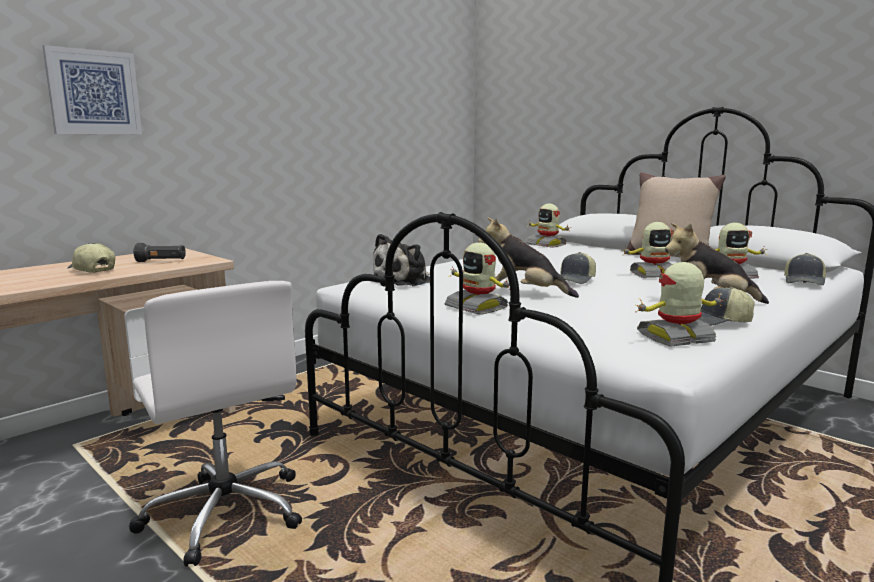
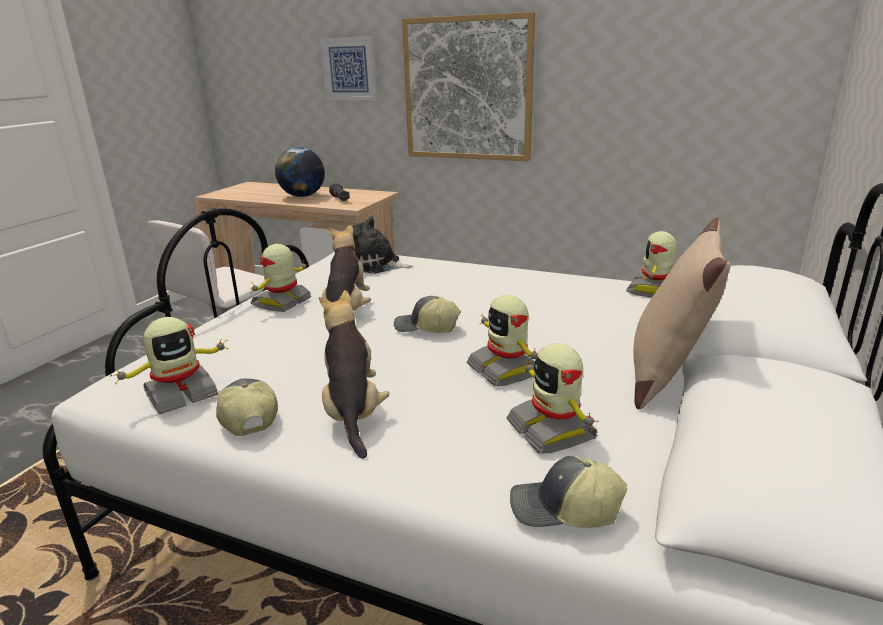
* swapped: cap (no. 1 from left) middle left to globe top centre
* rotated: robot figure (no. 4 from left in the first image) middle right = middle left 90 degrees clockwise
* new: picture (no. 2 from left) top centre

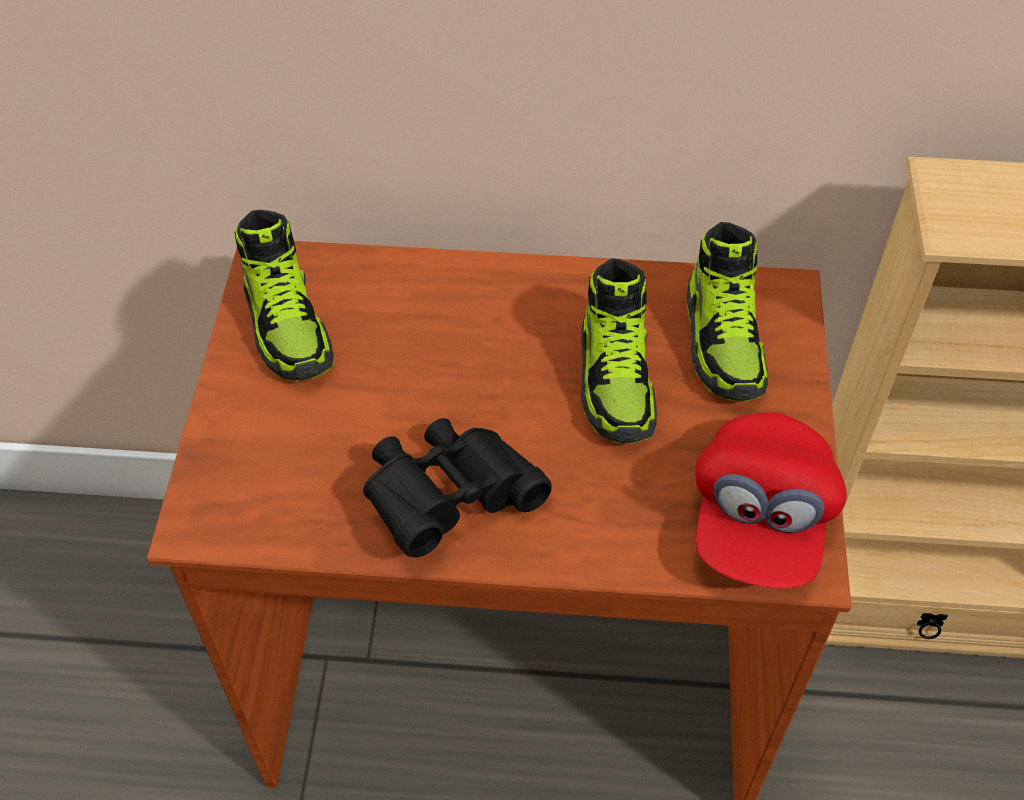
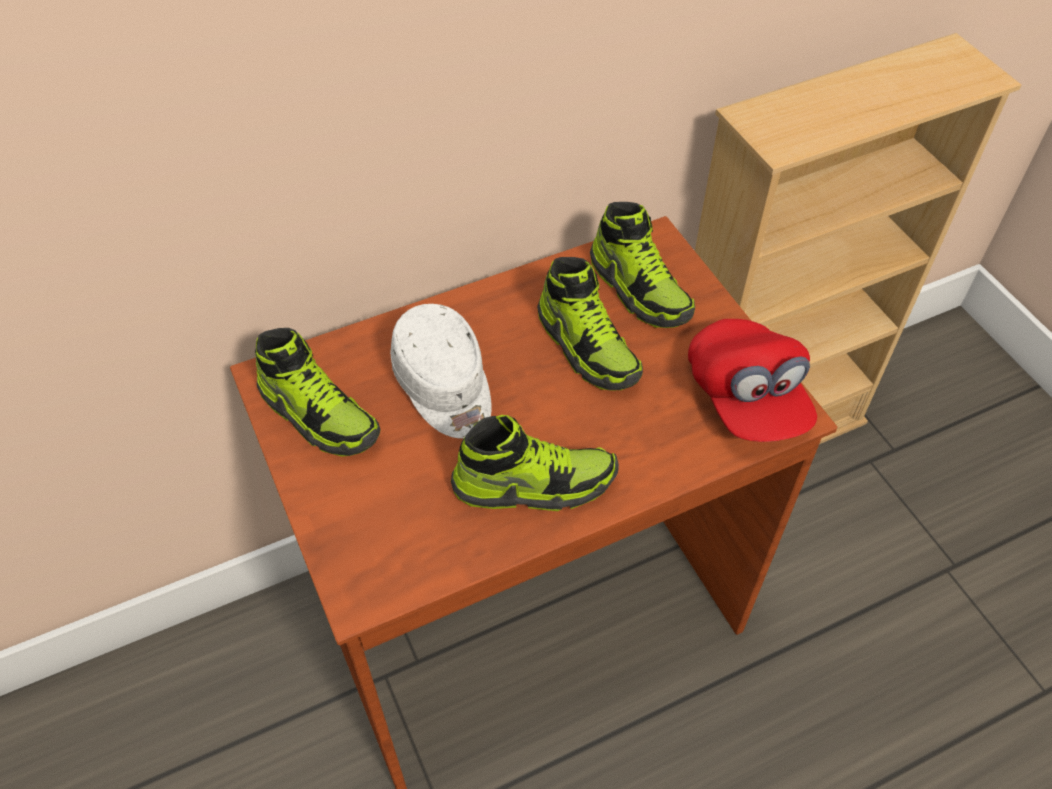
* swapped: black binoculars centre to low shoe (no. 2 from left) centre
* new: whitish cap centre

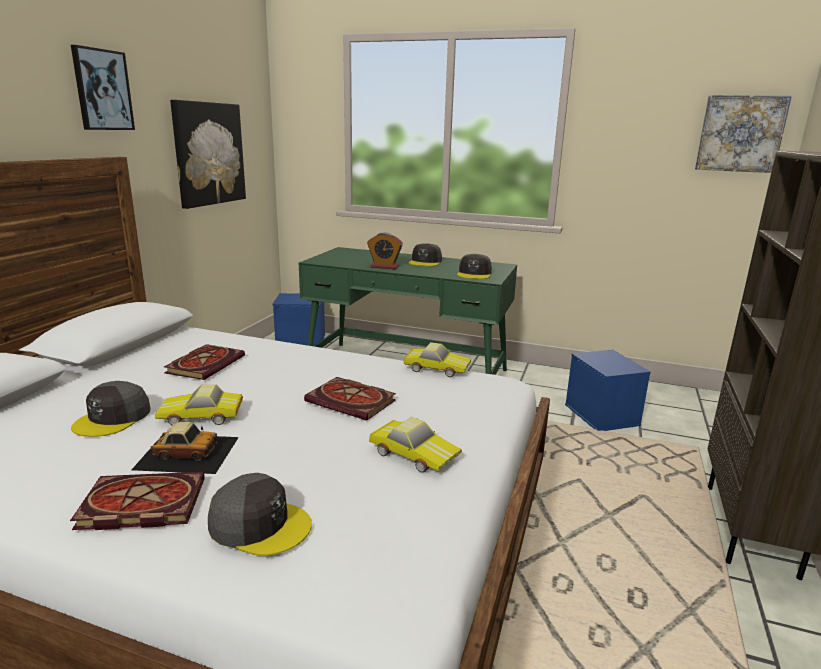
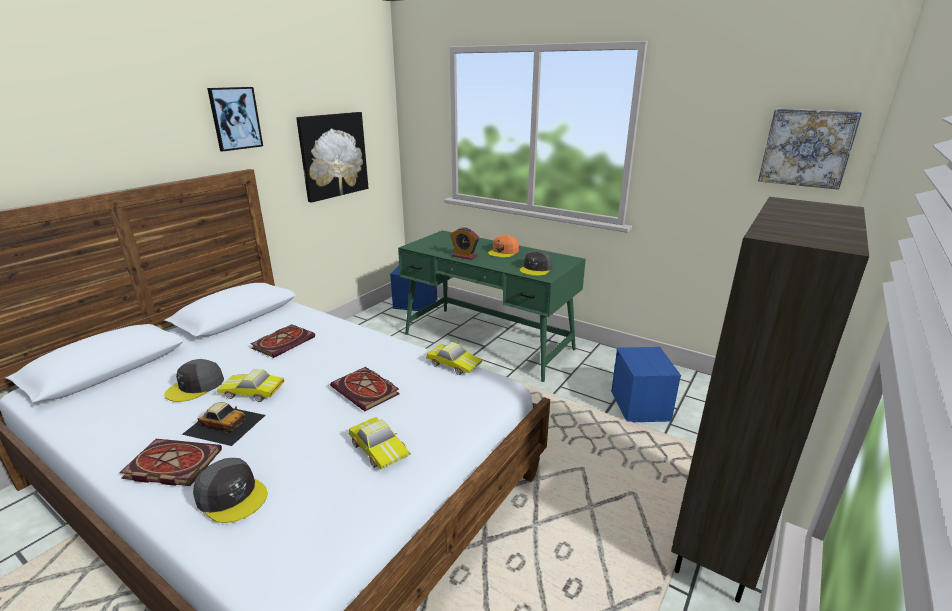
* repainted: grey cap (no. 3 from left) centre to orangey cap centre

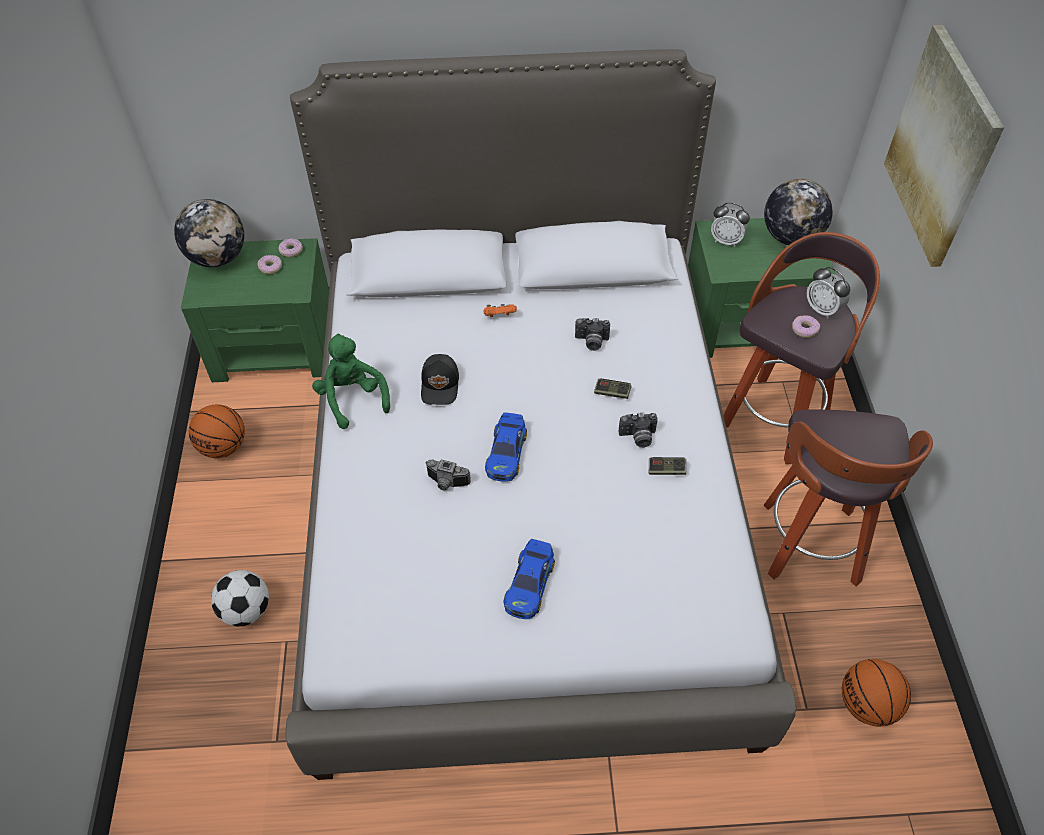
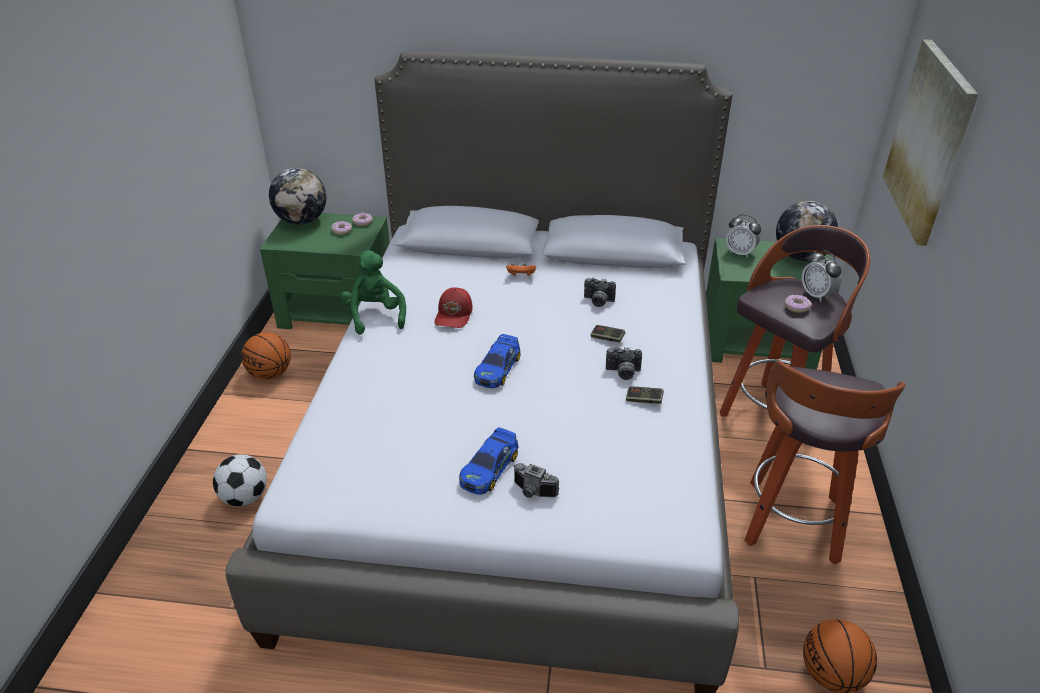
* repainted: black cap centre to red cap centre
* shifted: still camera (no. 1 from left) centre to bottom centre

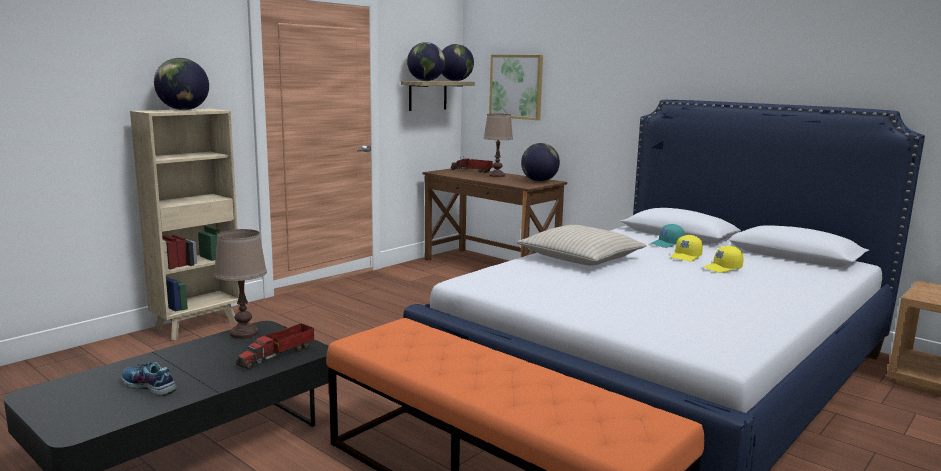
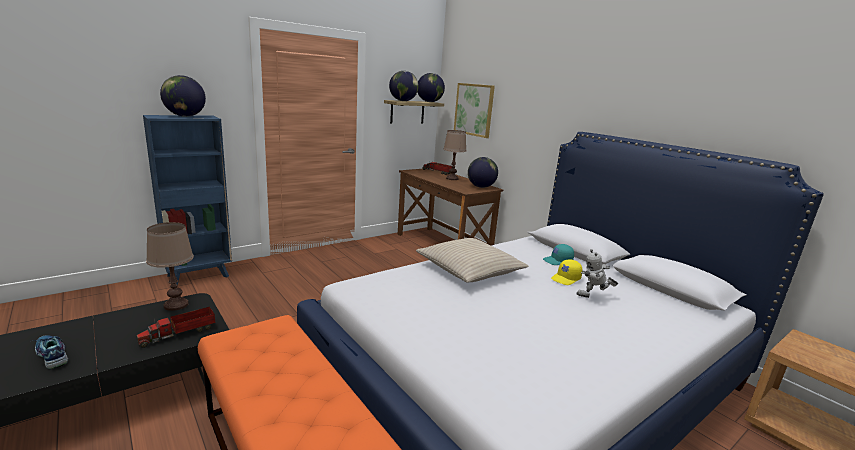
* repainted: beige-coloured bookshelf middle left to blue-coloured bookshelf middle left
* swapped: yellowish cap (no. 2 from left) middle right to robot figure middle right

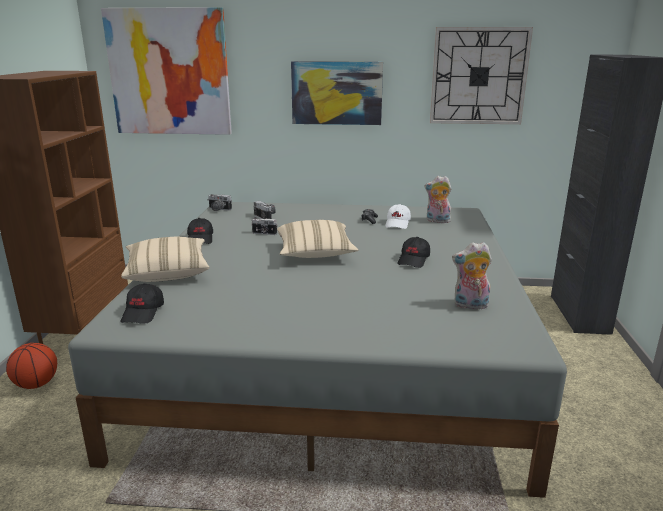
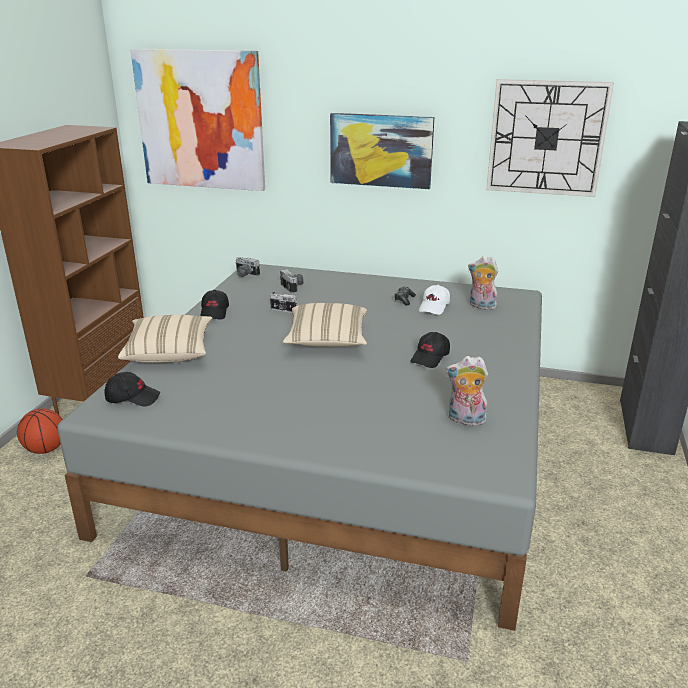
* rotated: black cap (no. 1 from left) middle left = middle left 105 degrees counterclockwise

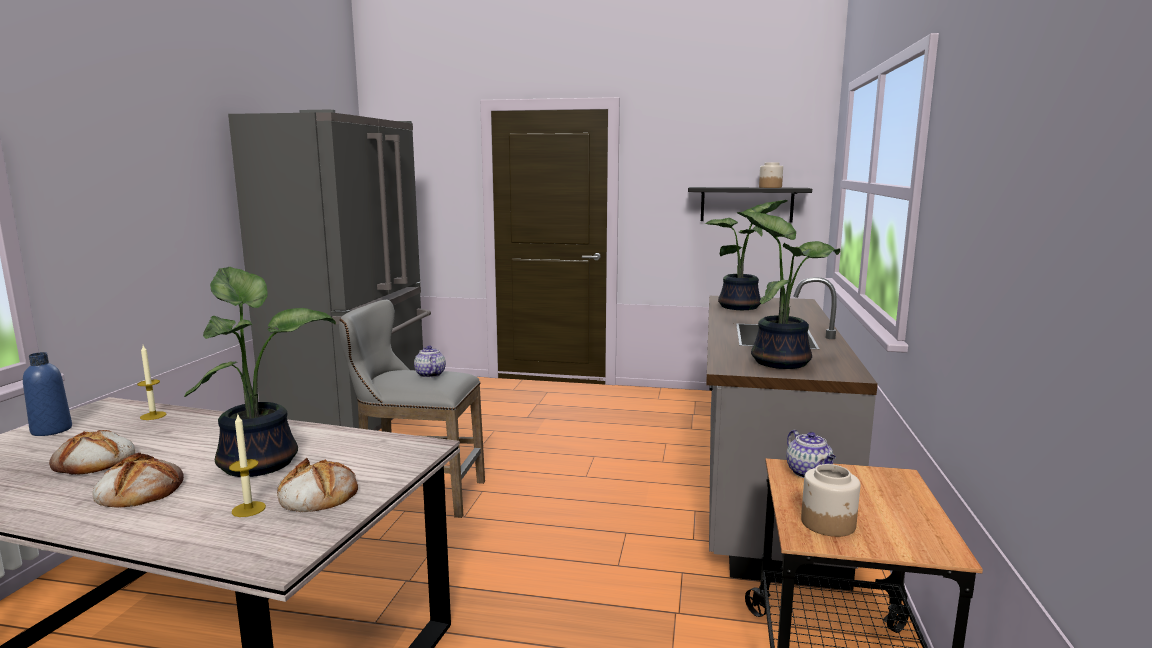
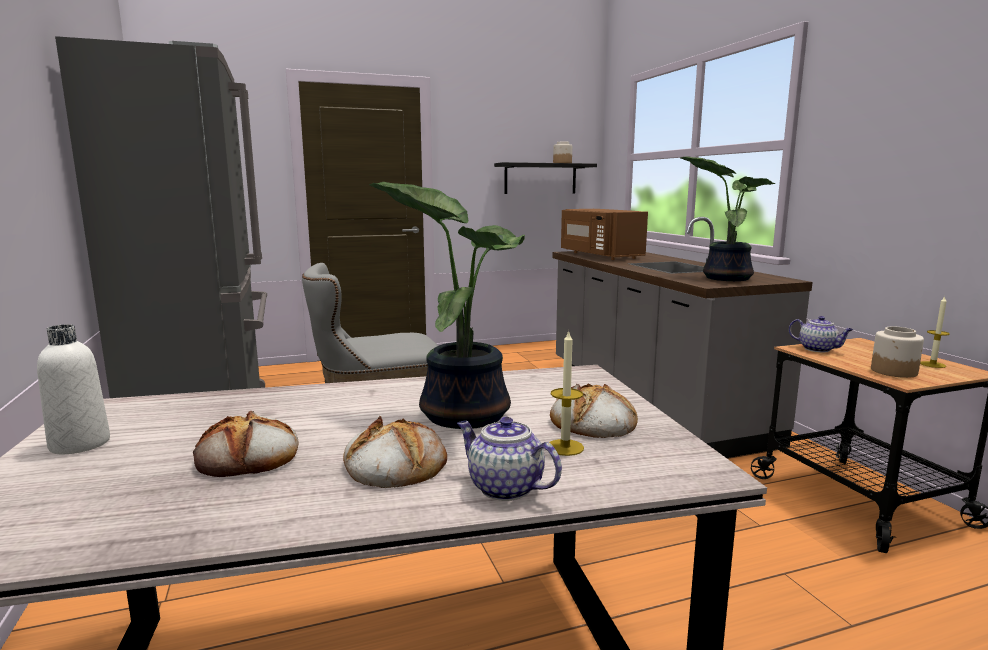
* repainted: blue-coloured bottle middle left to whitish bottle middle left
* shifted: candle (no. 1 from left in the first image) middle left to candle (no. 2 from left) middle right
* shifted: tea pot (no. 1 from left) centre to bottom centre
* swapped: potted plant (no. 2 from left) centre to brown-coloured microwave centre

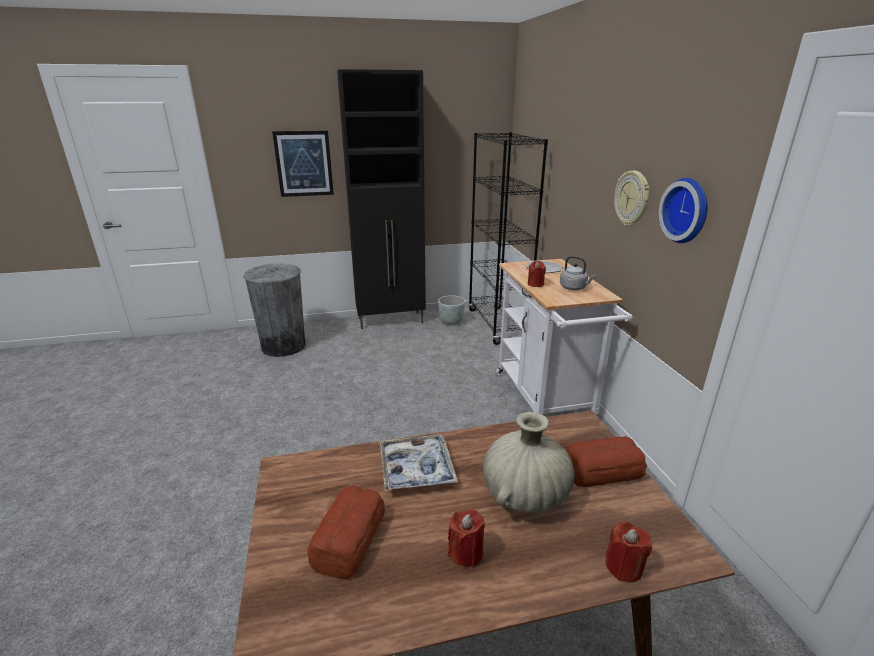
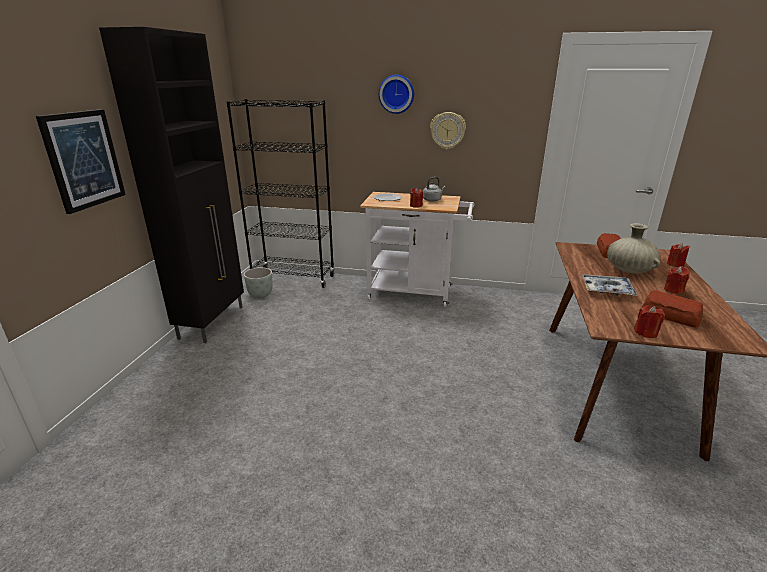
* gone: grey rubbish bin middle left
* shifted: wall clock (no. 2 from left in the first image) top right to wall clock (no. 1 from left) top centre
* new: red candle (no. 2 from left) middle right

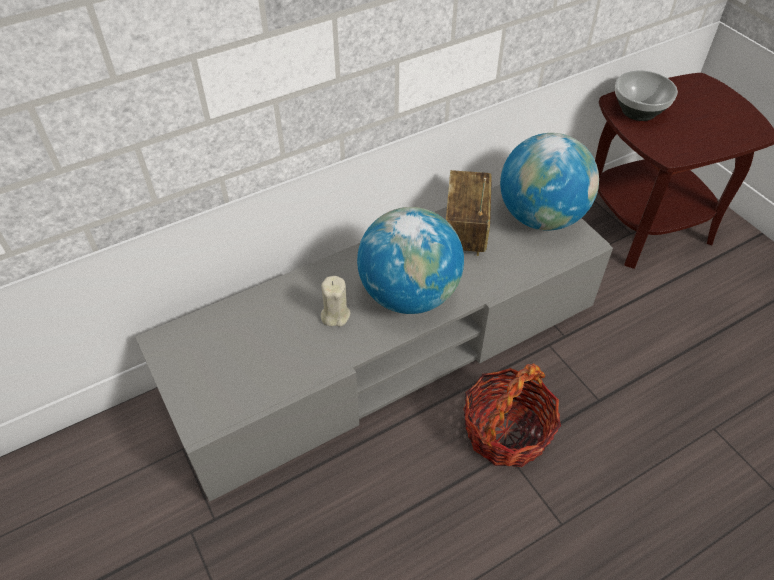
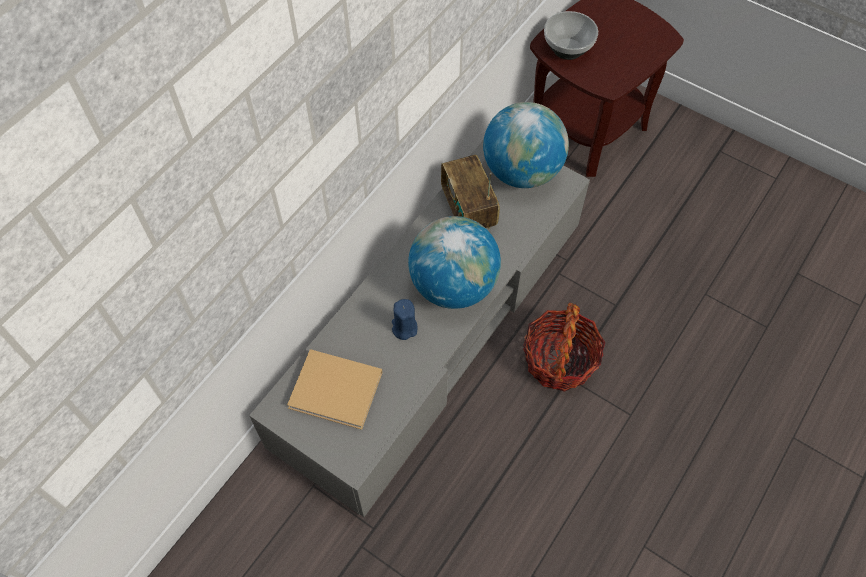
* repainted: beige-coloured candle centre to blue-coloured candle centre
* new: beige-coloured bound book bottom centre

